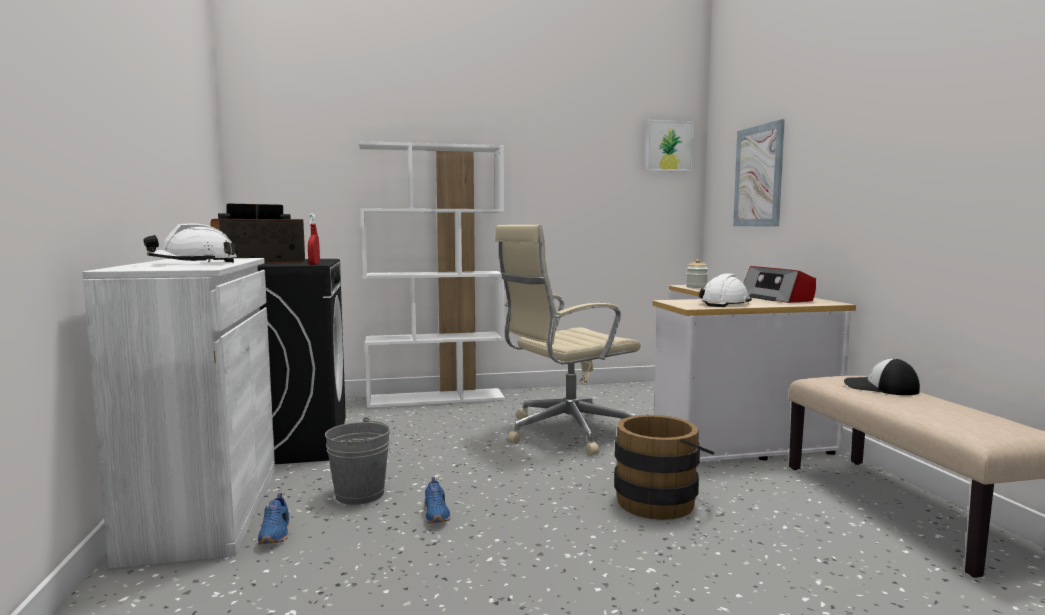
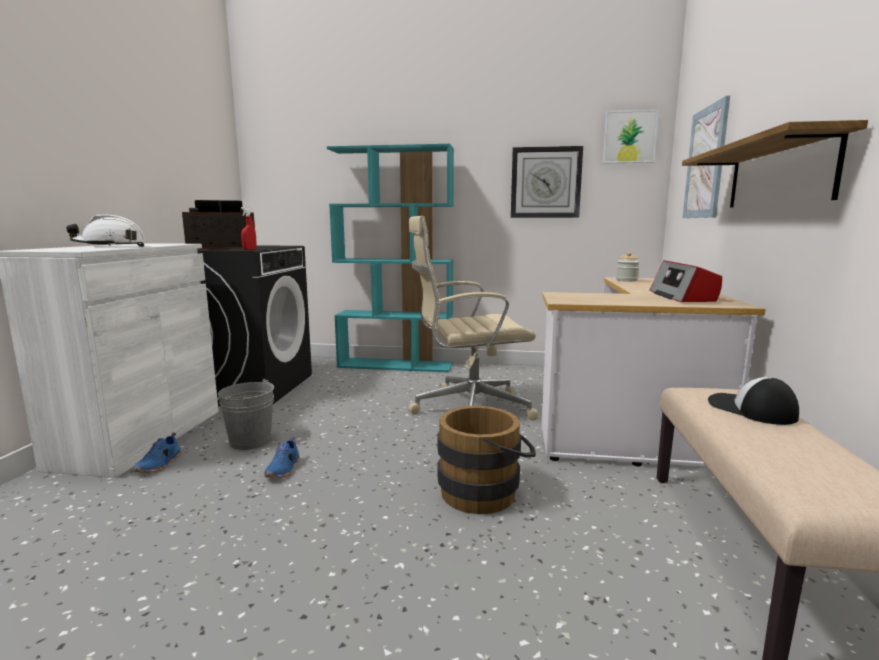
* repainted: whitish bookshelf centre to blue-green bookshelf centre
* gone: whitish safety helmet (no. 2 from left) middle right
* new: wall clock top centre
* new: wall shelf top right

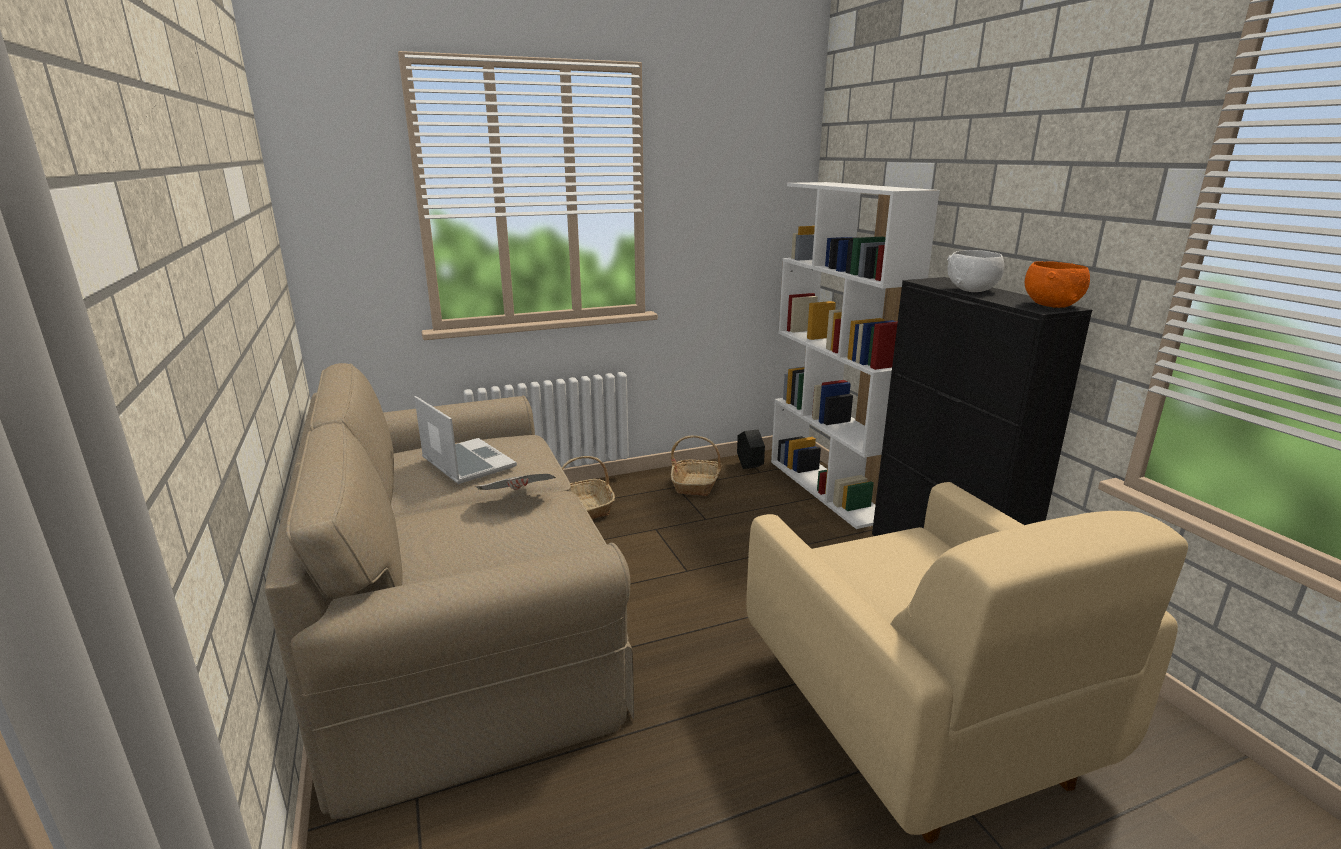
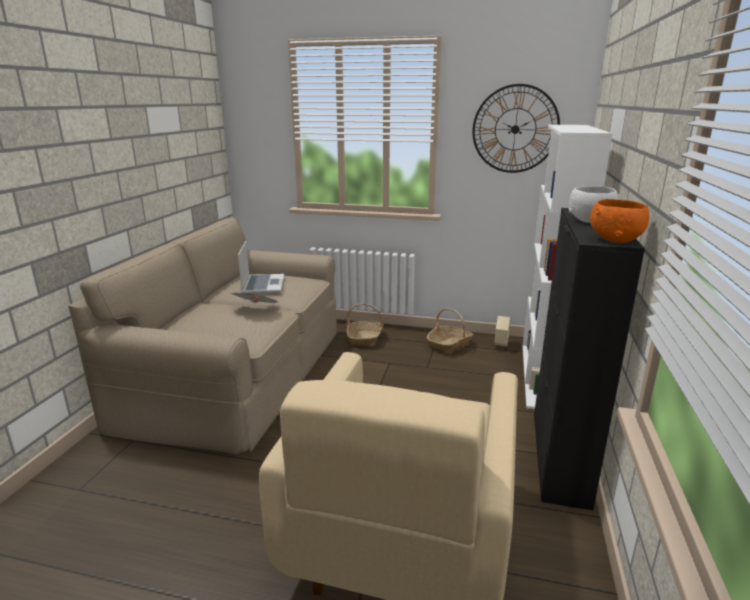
* repainted: black planter centre to beige-coloured planter middle right
* new: wall clock top right

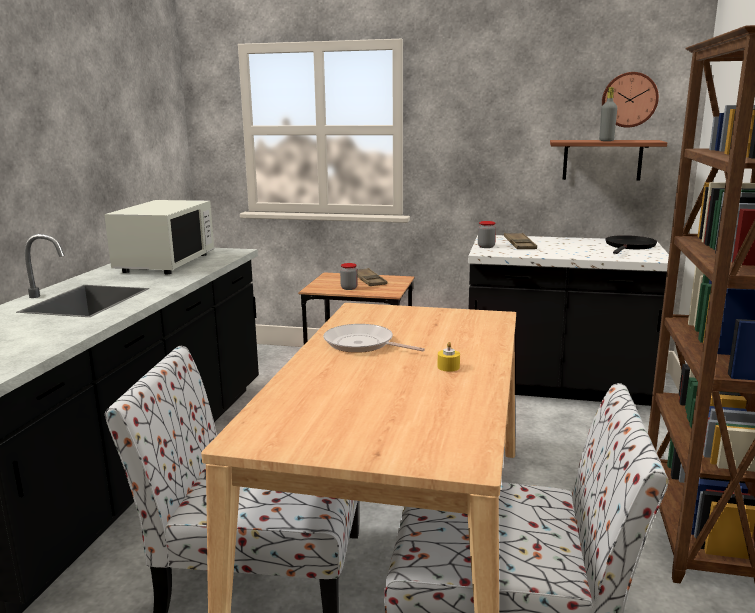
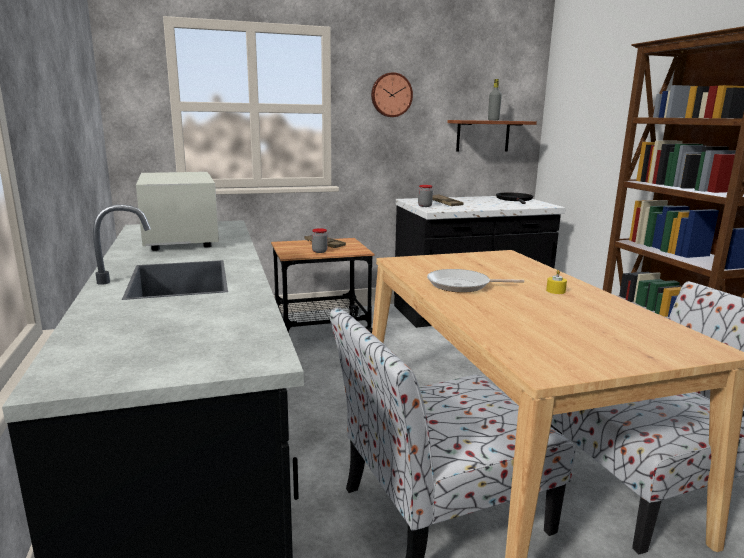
* shifted: wall clock top right to top centre

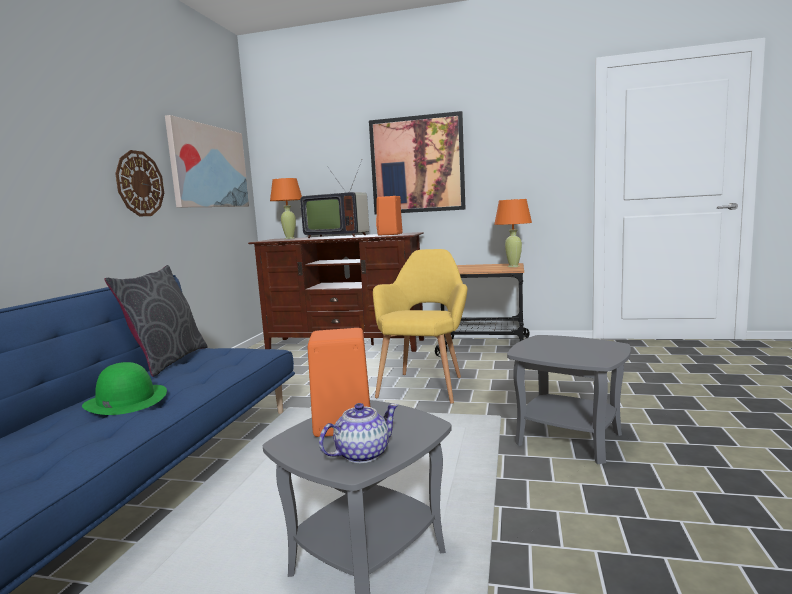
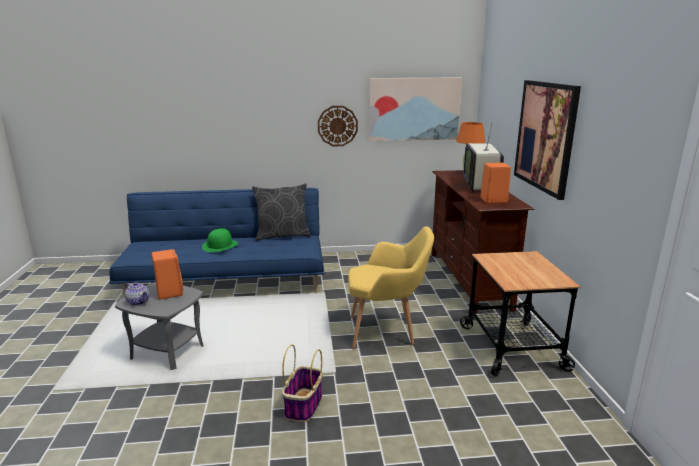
* gone: orangey table lamp (no. 2 from left) centre
* swapped: grey side table (no. 2 from left) bottom right to storage basket bottom centre

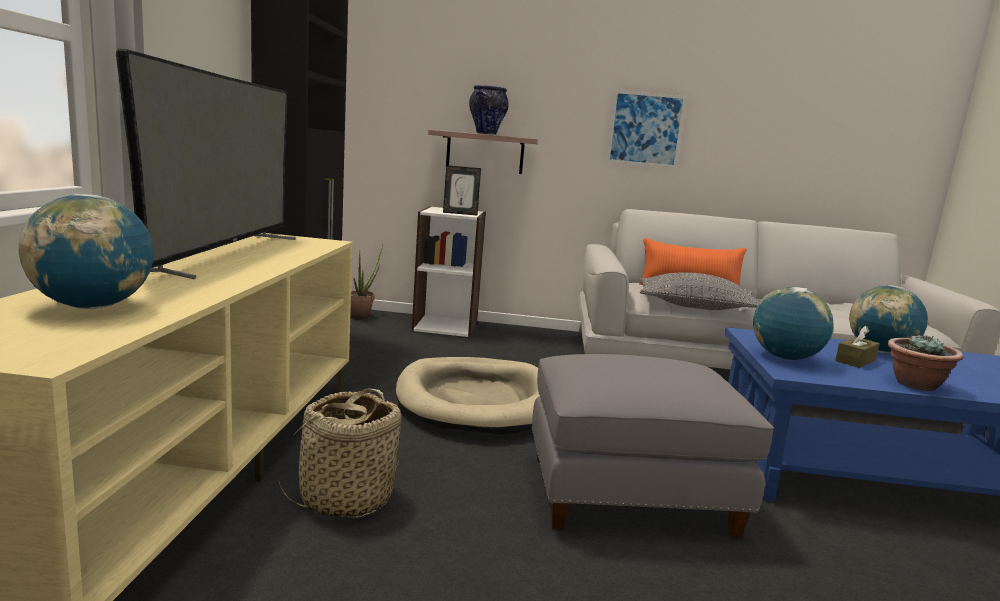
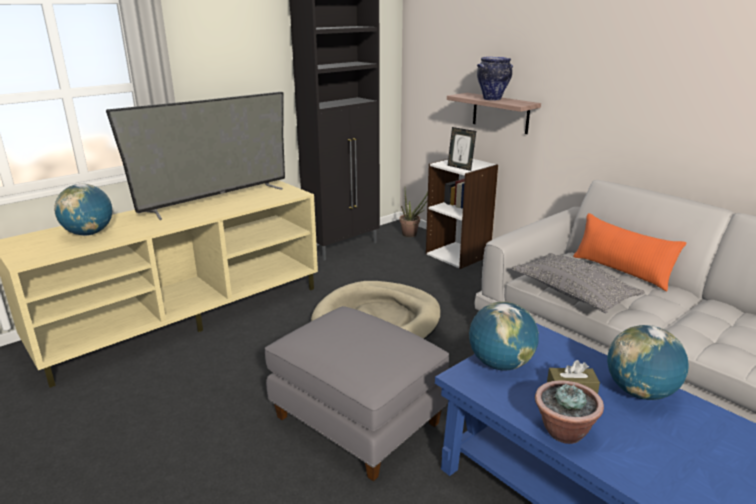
* gone: storage basket bottom centre
* gone: picture top centre

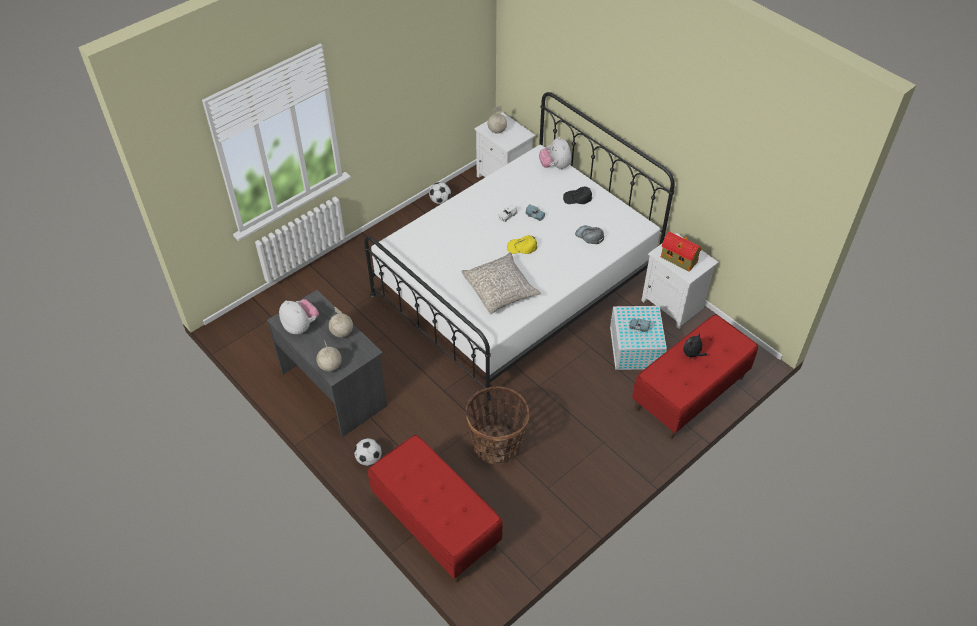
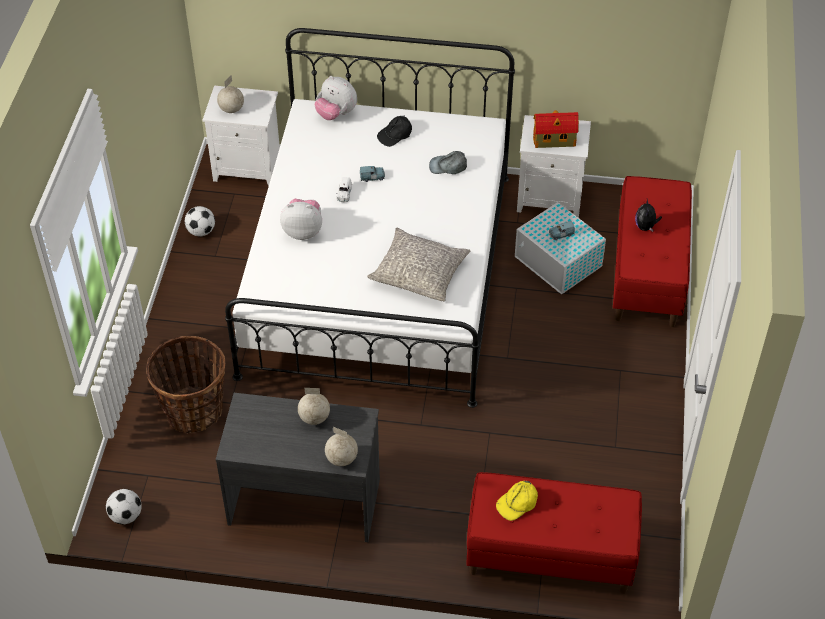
* shifted: plush toy (no. 1 from left) middle left to centre
* shifted: football ball (no. 1 from left) bottom centre to bottom left
* shifted: storage basket bottom centre to middle left
* shifted: yellowish cap centre to bottom centre

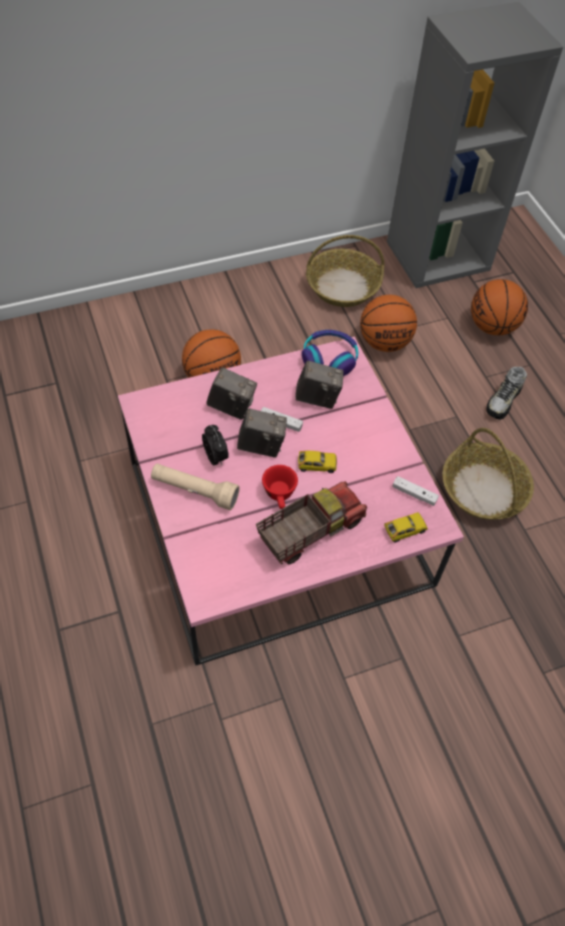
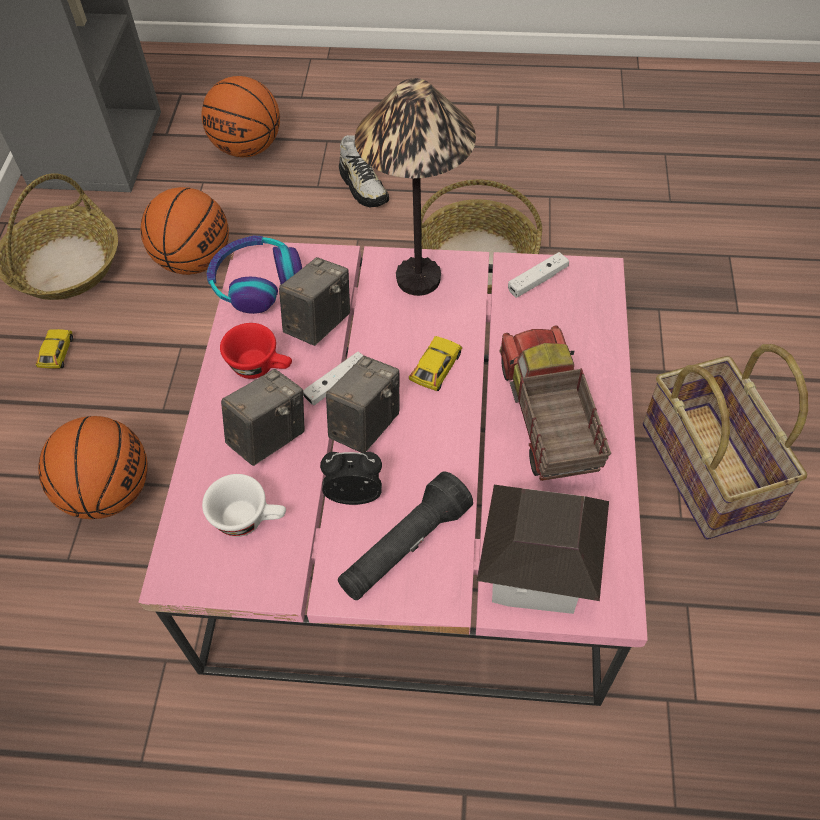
* repainted: beige-coloured hand torch centre to black hand torch centre
* shifted: red cup centre to middle left
* shifted: toy car (no. 2 from left in the first image) middle right to toy car (no. 1 from left) middle left
* new: whitish cup middle left
* new: table lamp top centre
* new: miniature house bottom centre
* new: storage basket (no. 3 from left) middle right

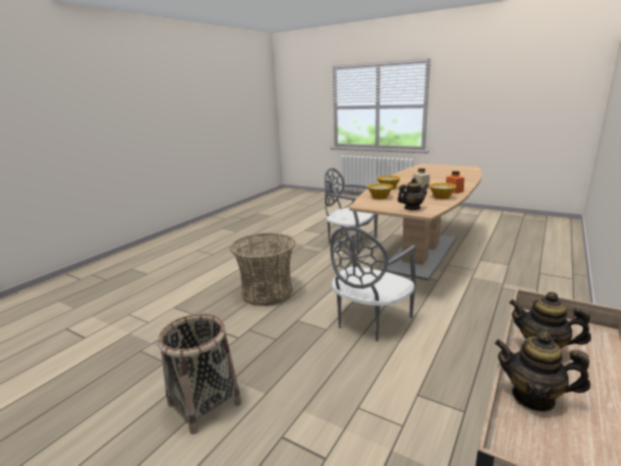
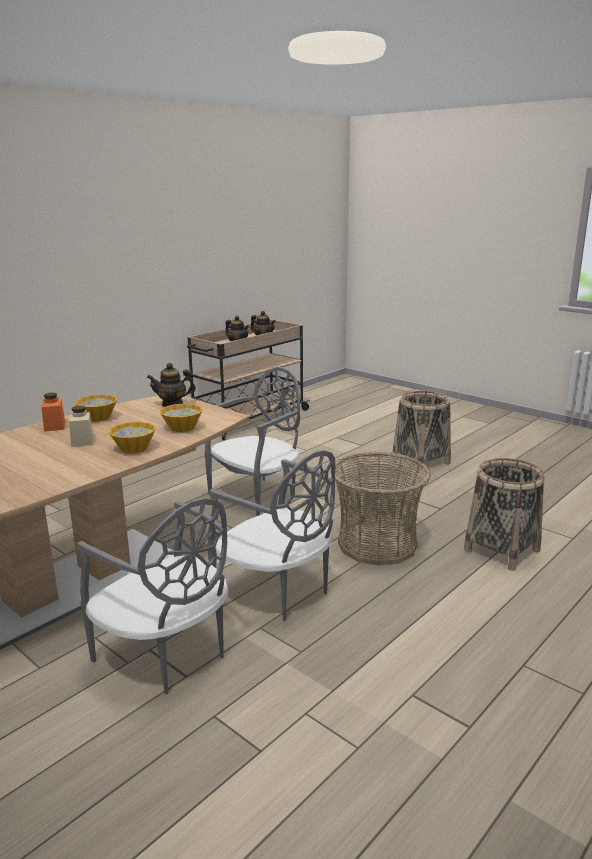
* new: grey plain chair (no. 3 from left) centre
* new: storage basket (no. 3 from left) middle right

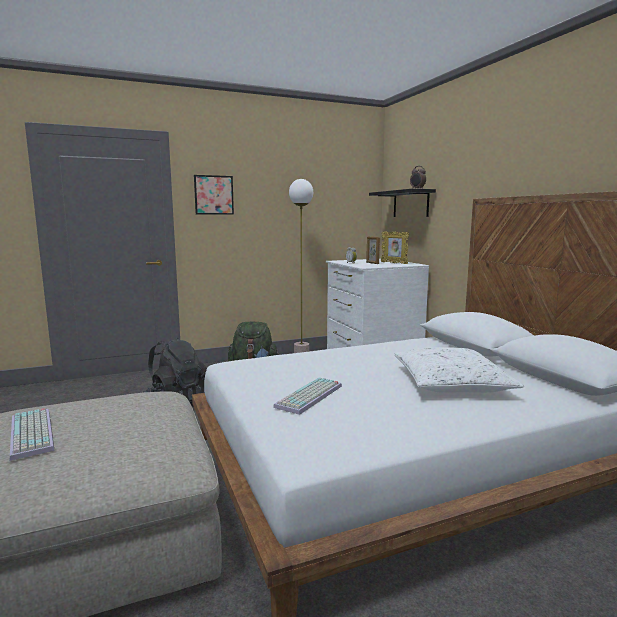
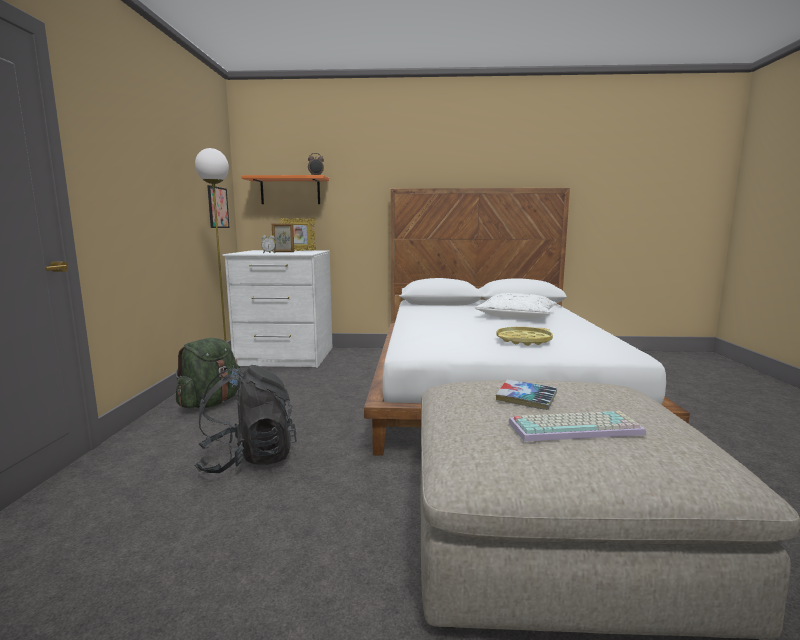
* shifted: picture top centre to top left
* swapped: computer keyboard (no. 2 from left) centre to yellowish tray centre
* repainted: black wall shelf top centre to orangey wall shelf top centre
* new: bound book centre

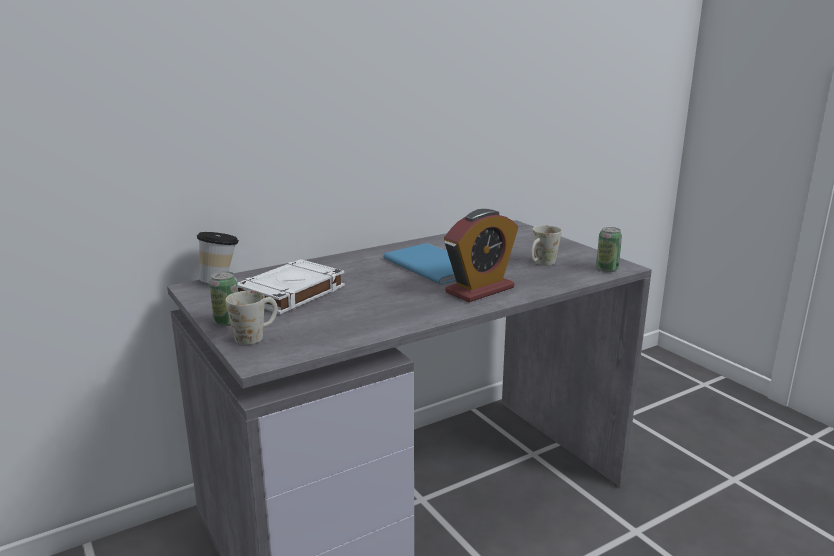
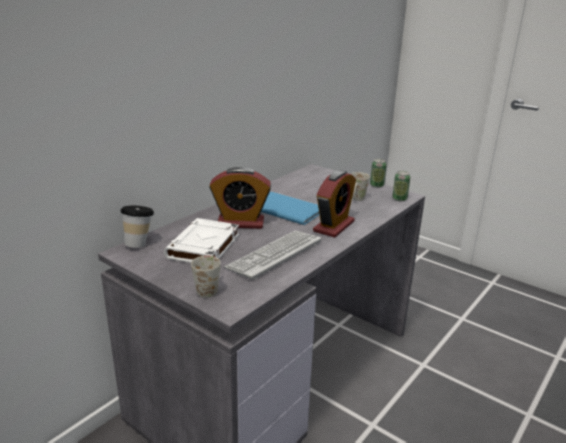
* shifted: sealed can (no. 1 from left) middle left to middle right
* new: alarm clock (no. 1 from left) centre
* new: computer keyboard centre

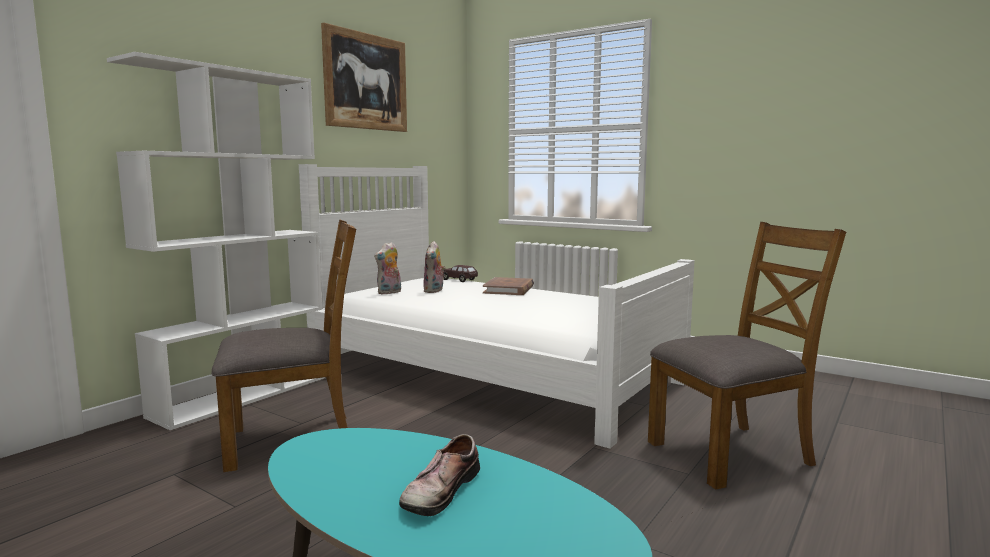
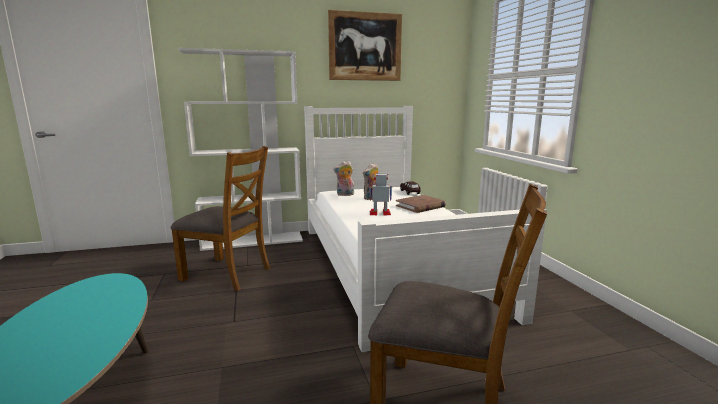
* gone: low shoe bottom centre
* new: robot figure centre

